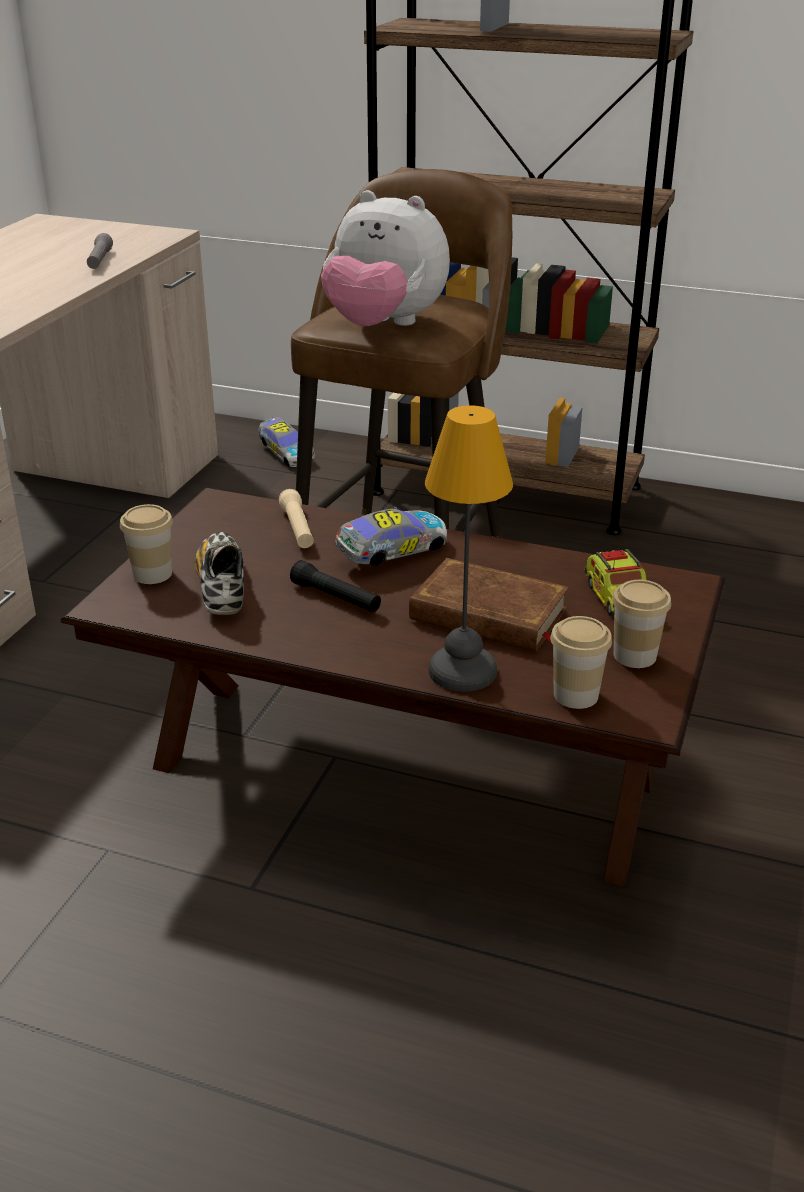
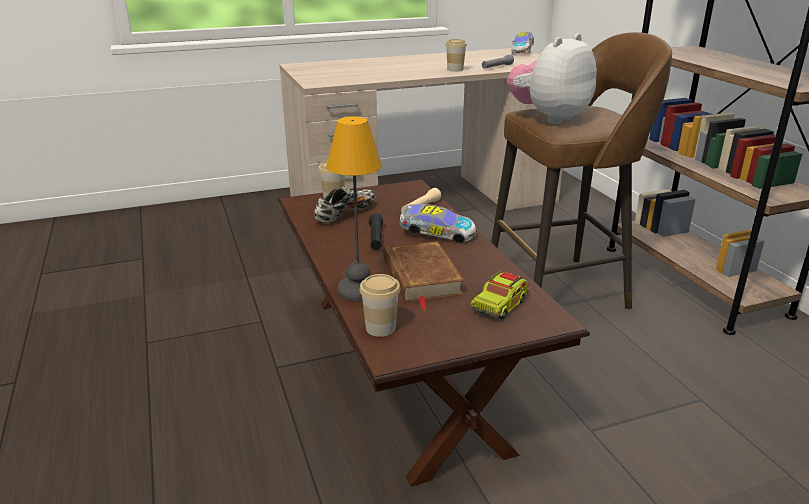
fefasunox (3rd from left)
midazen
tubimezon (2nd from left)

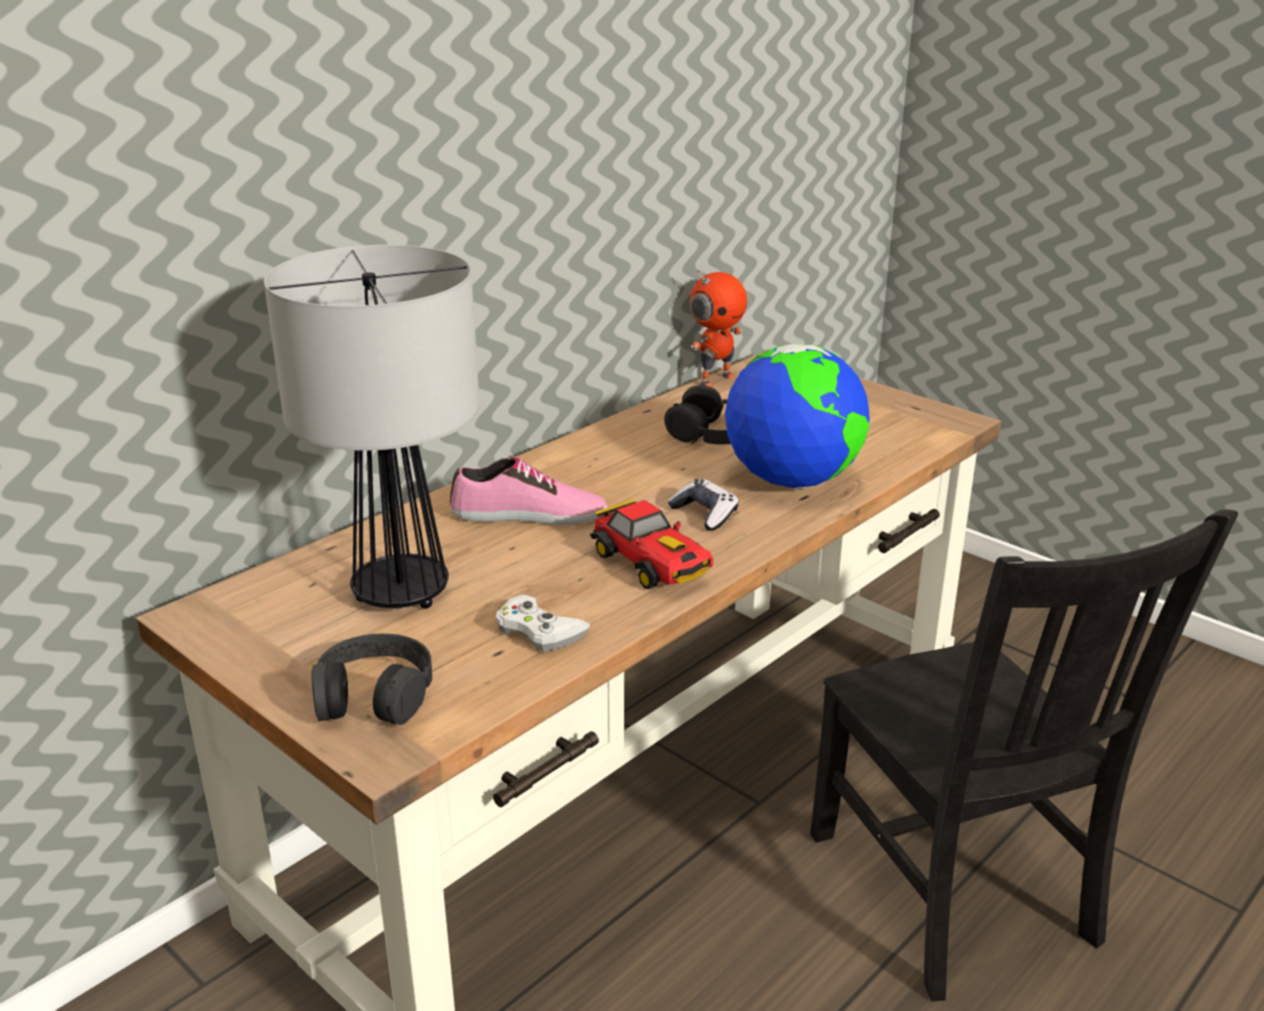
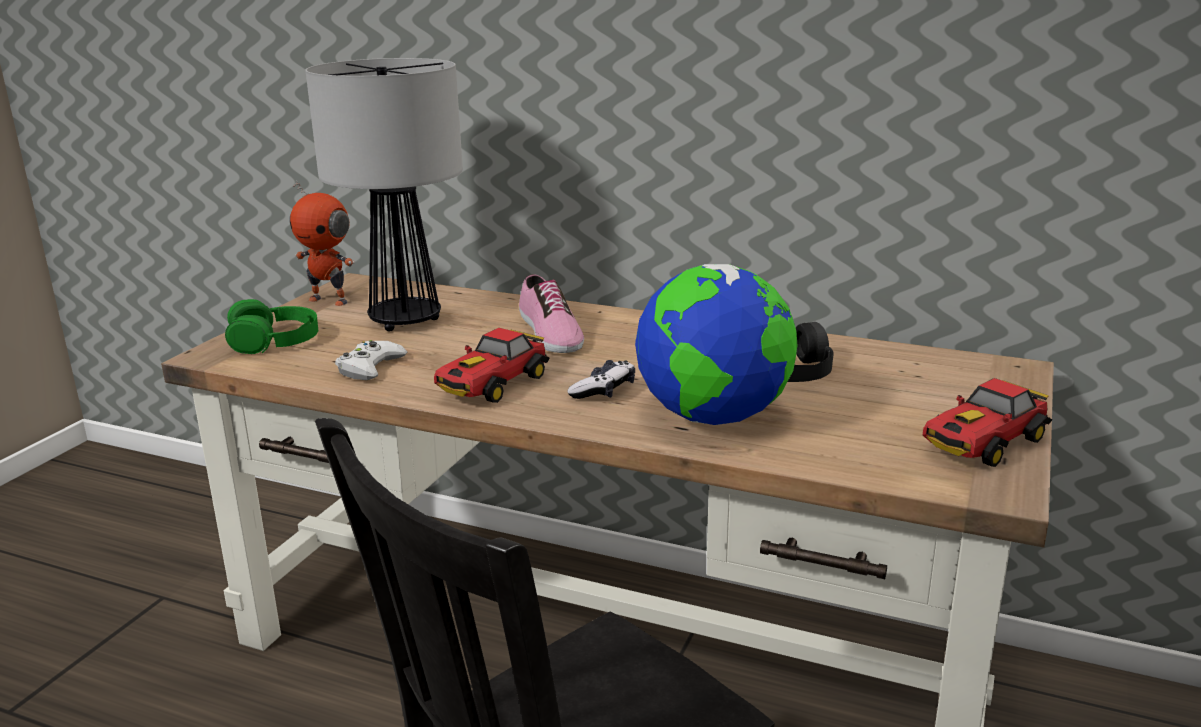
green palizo
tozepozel
tubimezon (2nd from left)

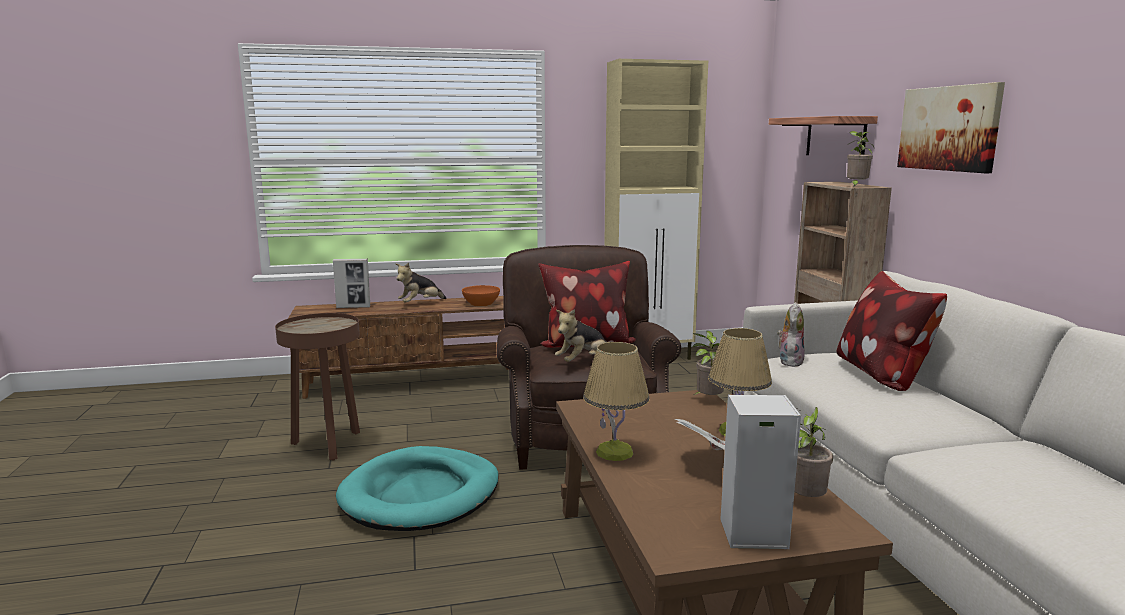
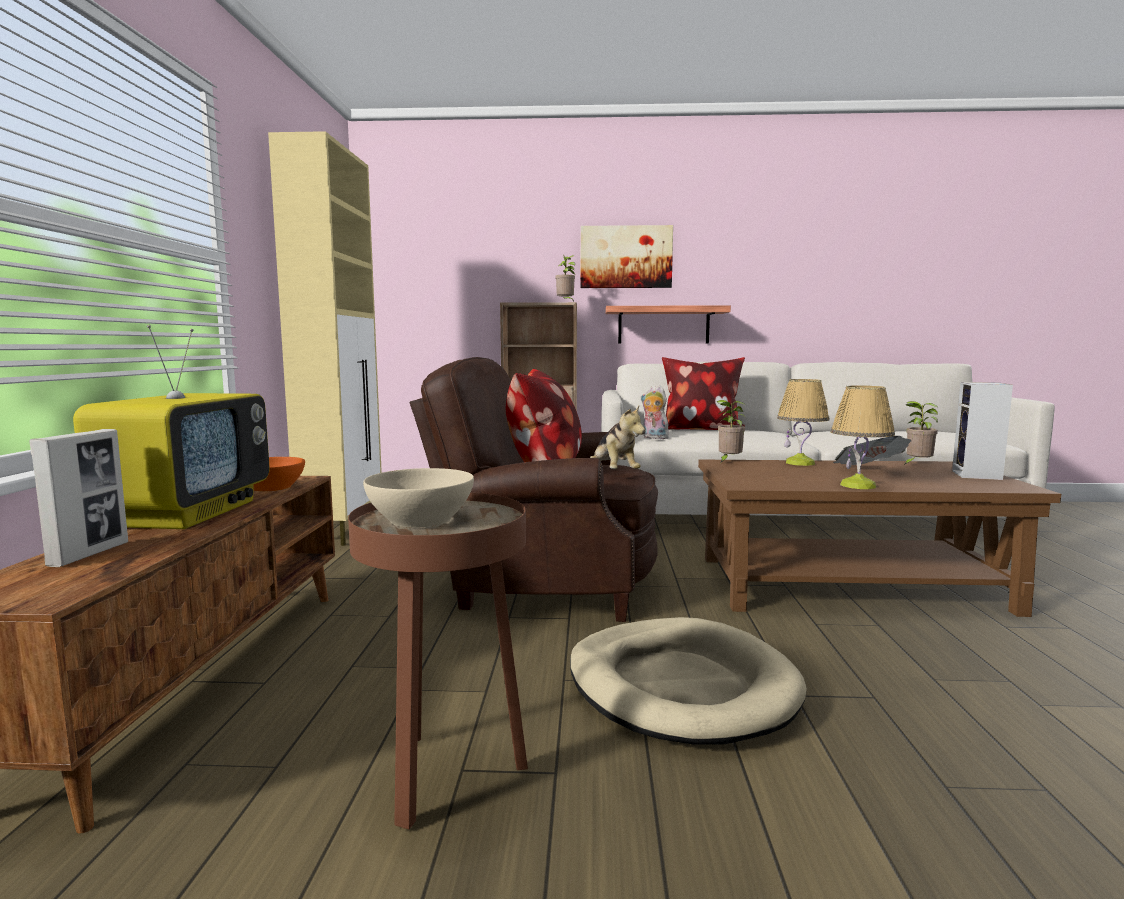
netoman
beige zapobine
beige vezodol
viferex

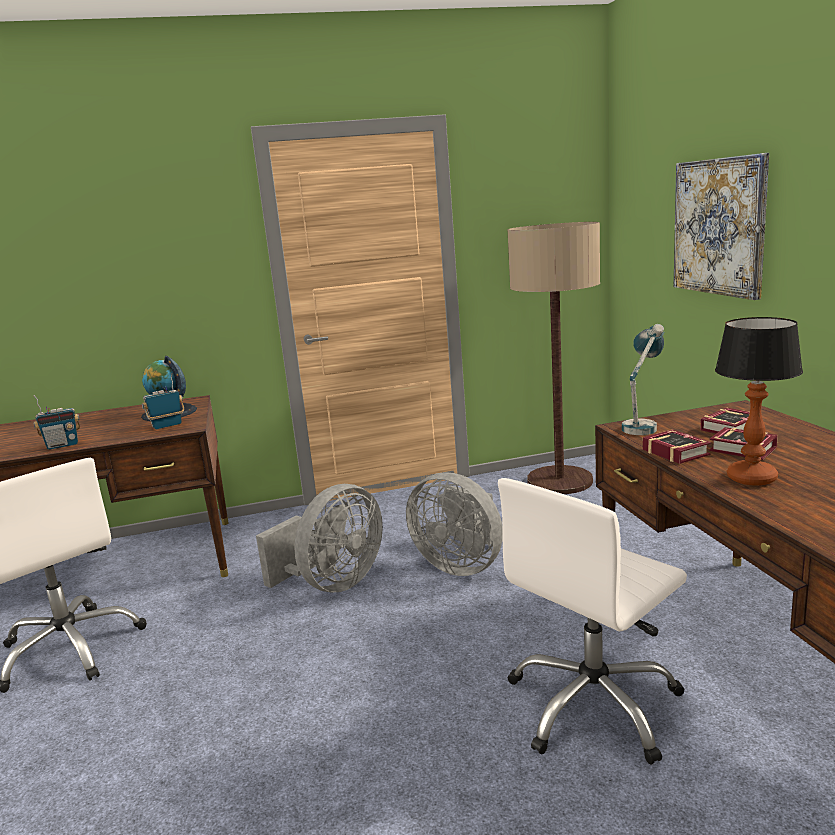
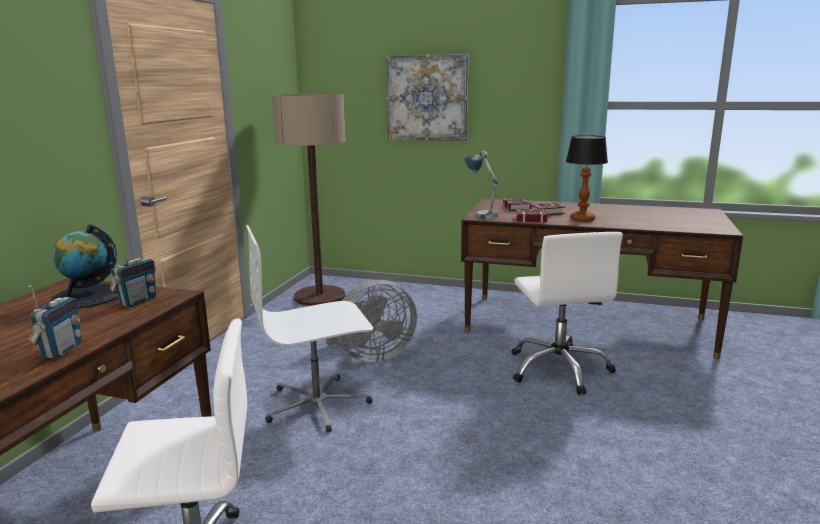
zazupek (2nd from left)
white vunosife (2nd from left)

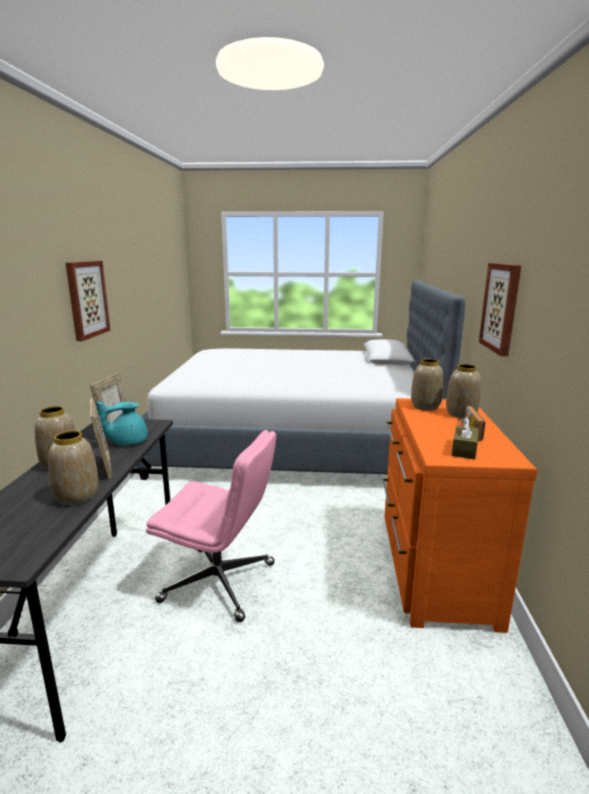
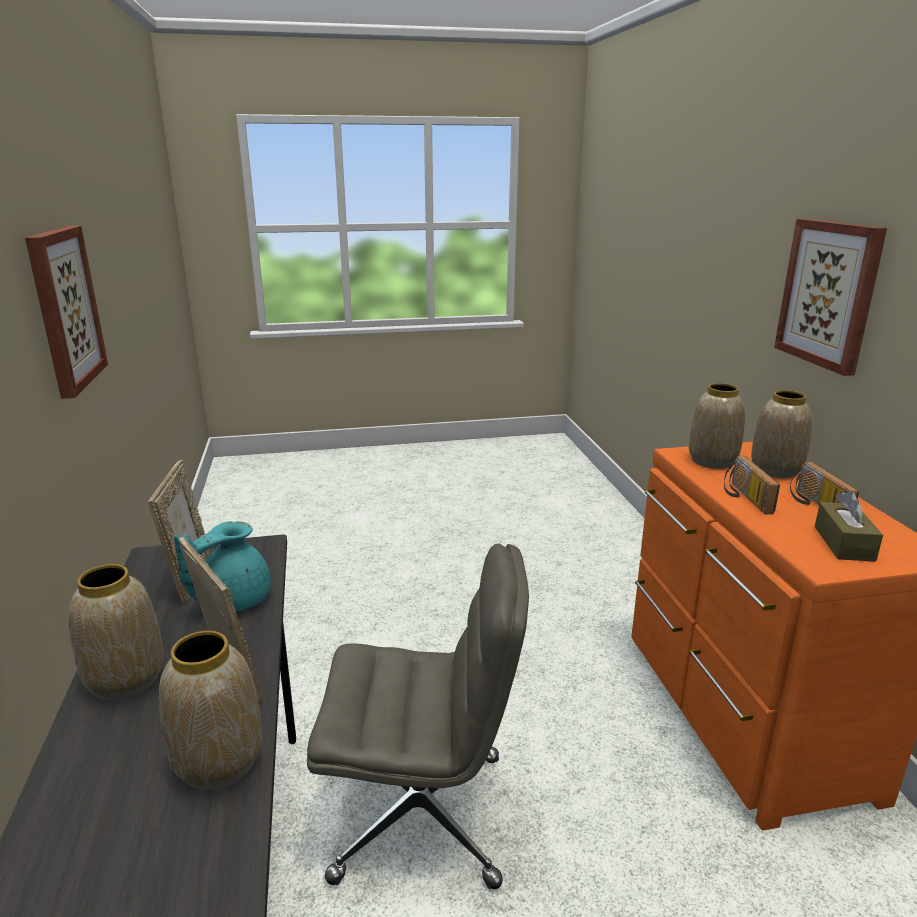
grey vunosife
zazupek (1st from left)
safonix

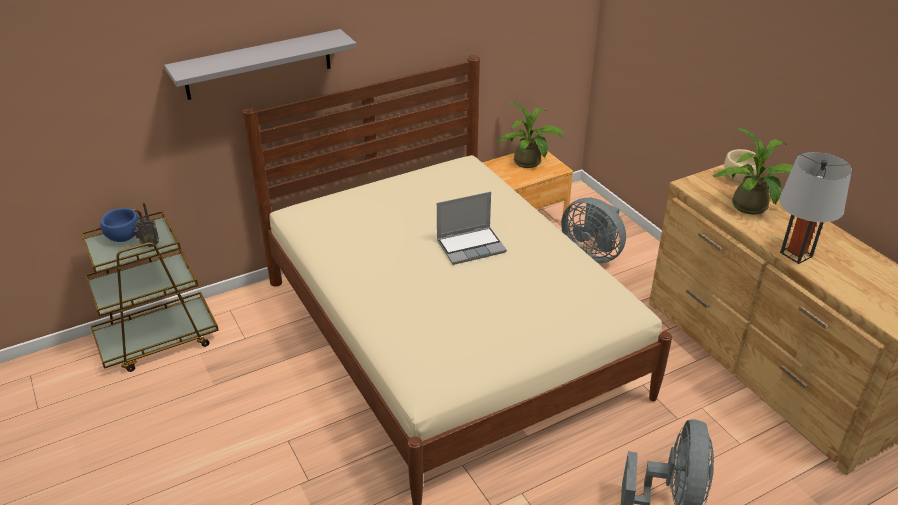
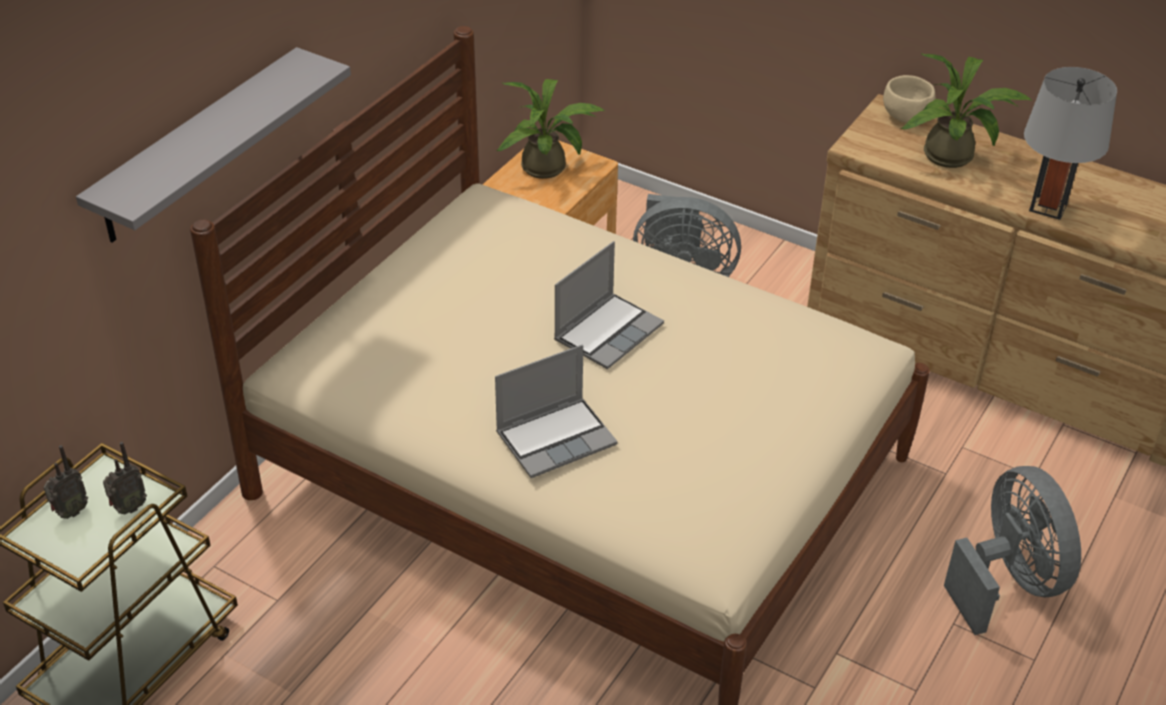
zazupek (1st from left)
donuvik (1st from left)

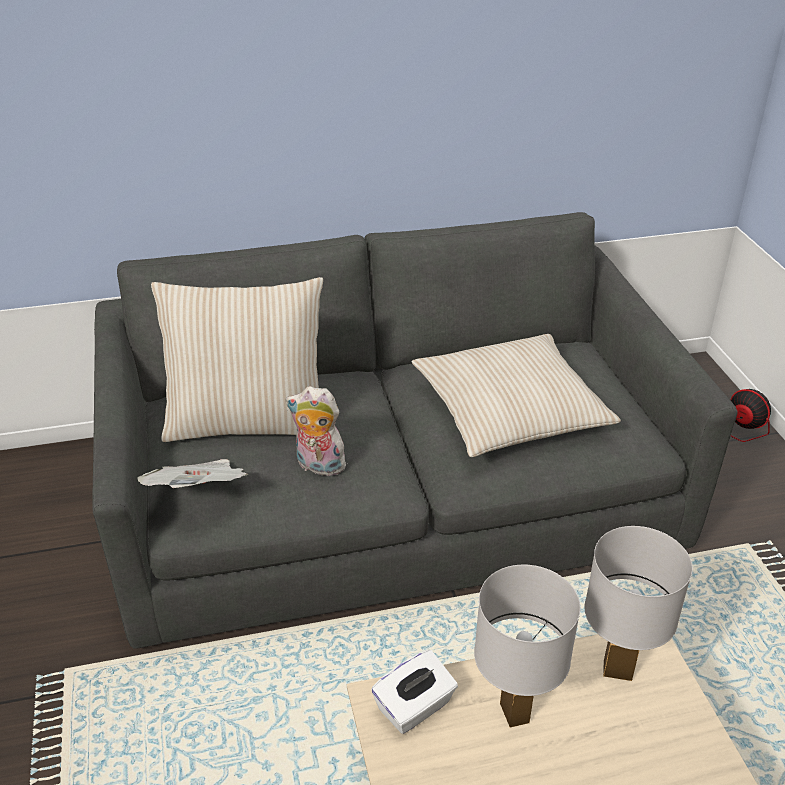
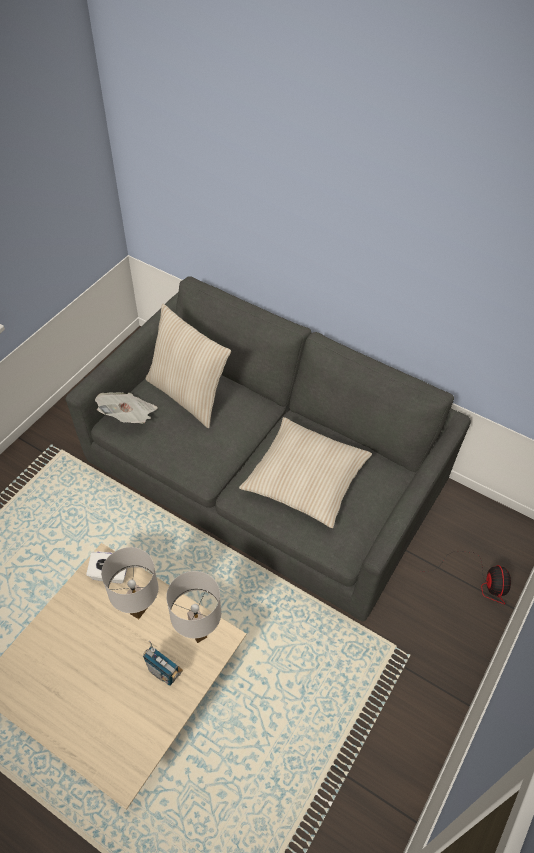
zazupek
midazen

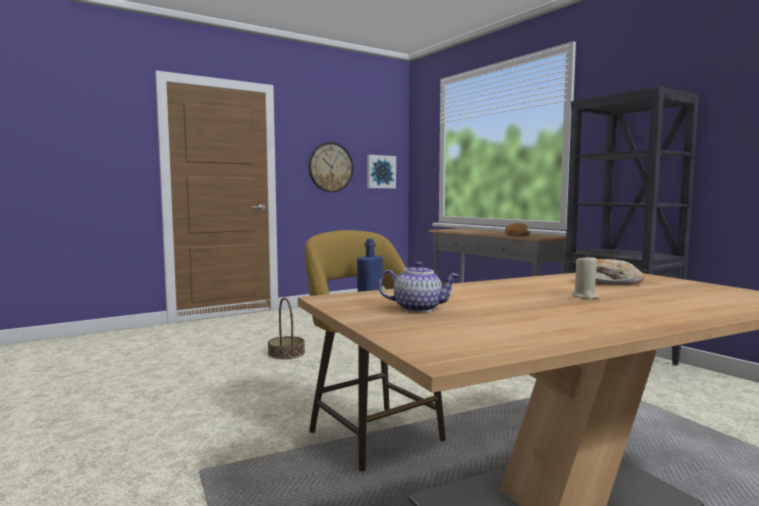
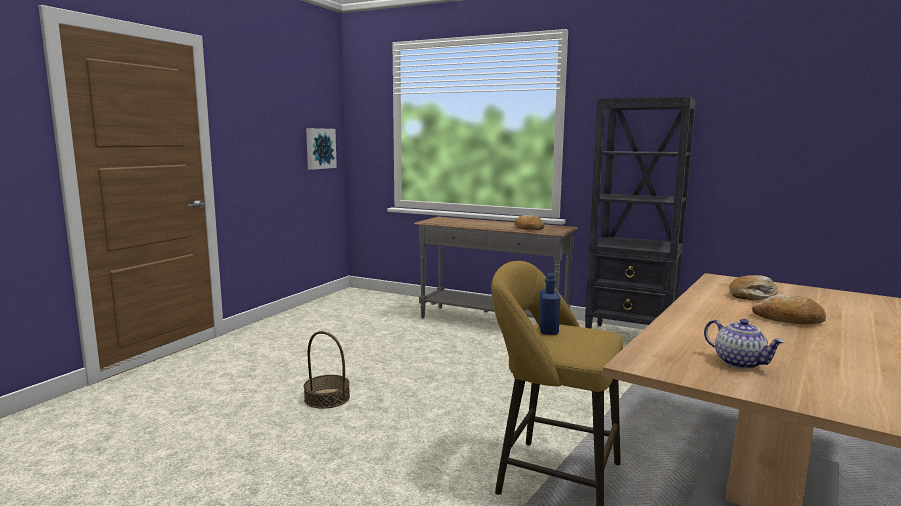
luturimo
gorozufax (3rd from left)
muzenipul

